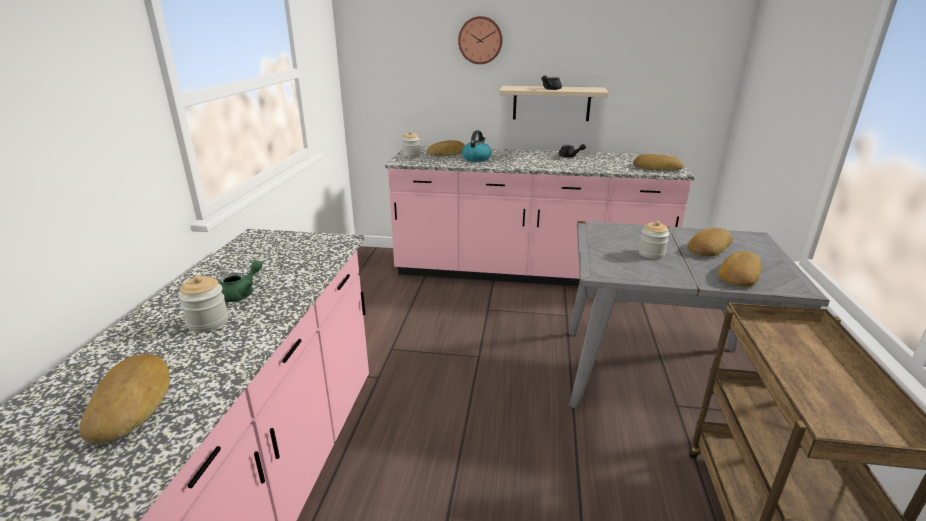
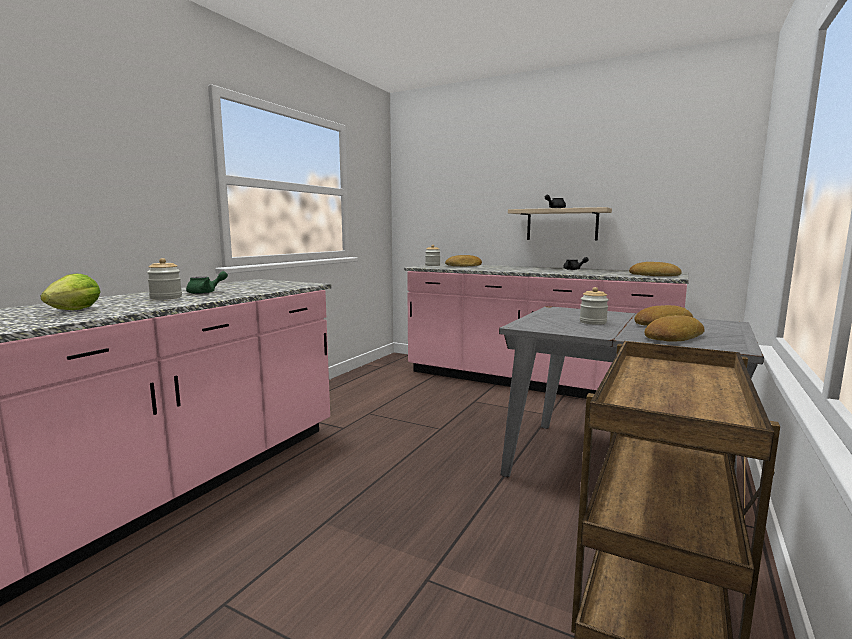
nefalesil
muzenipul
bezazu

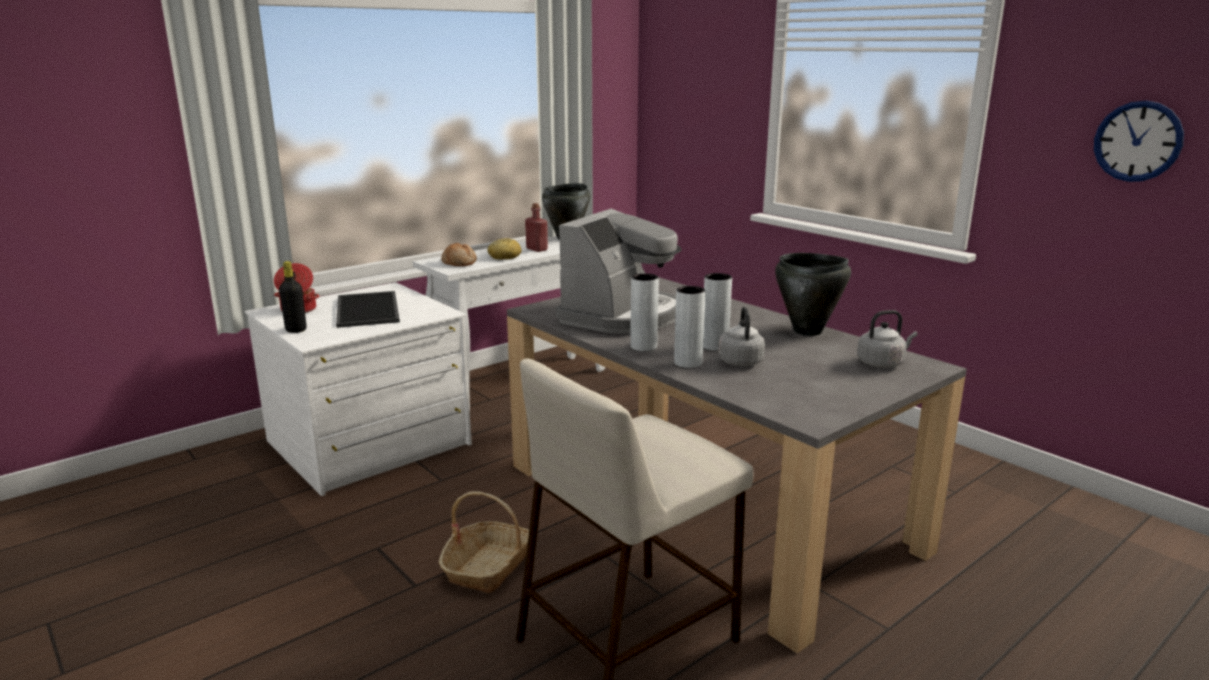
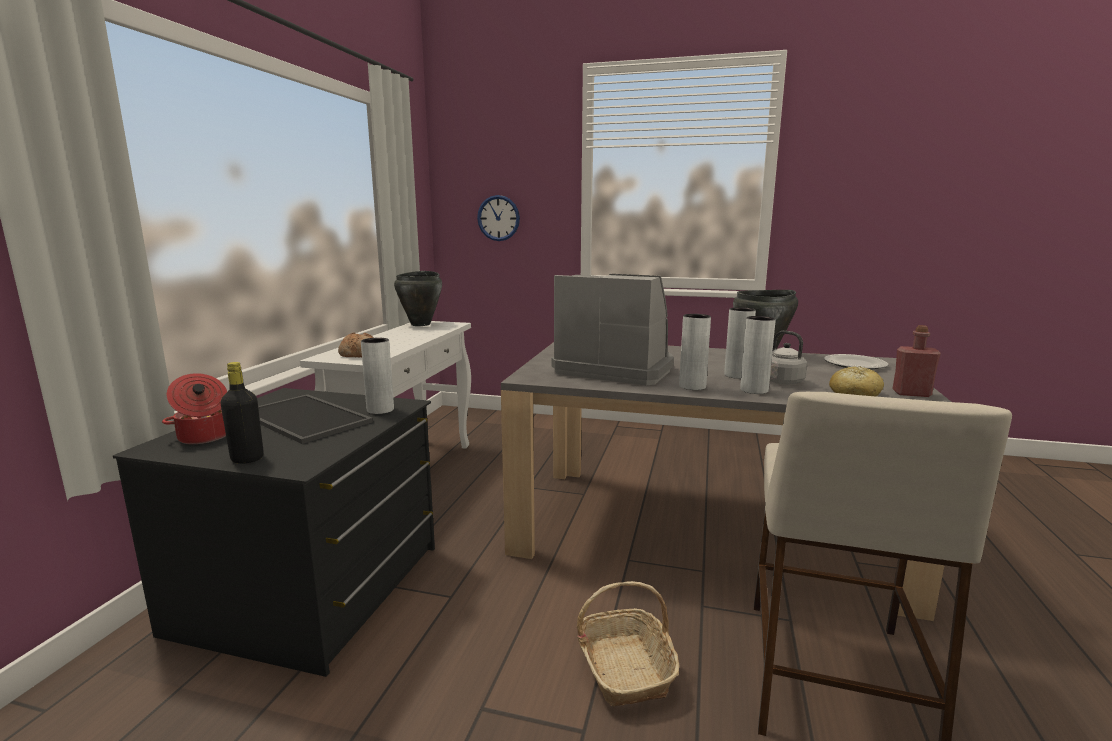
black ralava
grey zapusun (1st from left)
muzenipul
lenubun
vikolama
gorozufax (2nd from left)
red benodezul

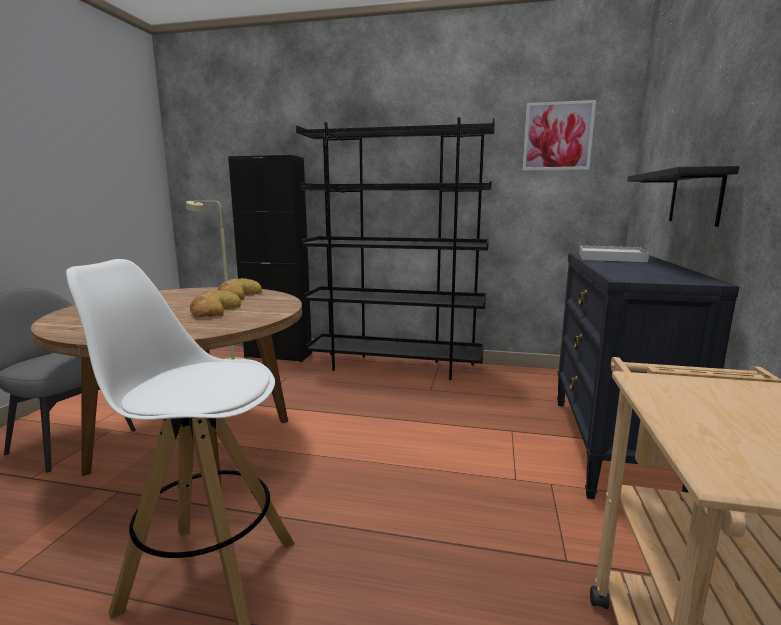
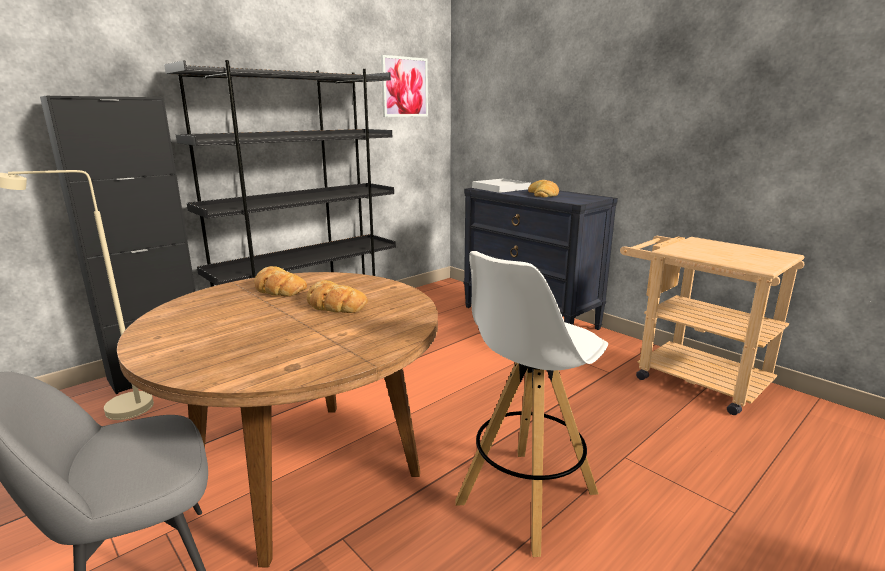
gorozufax (3rd from left)
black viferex

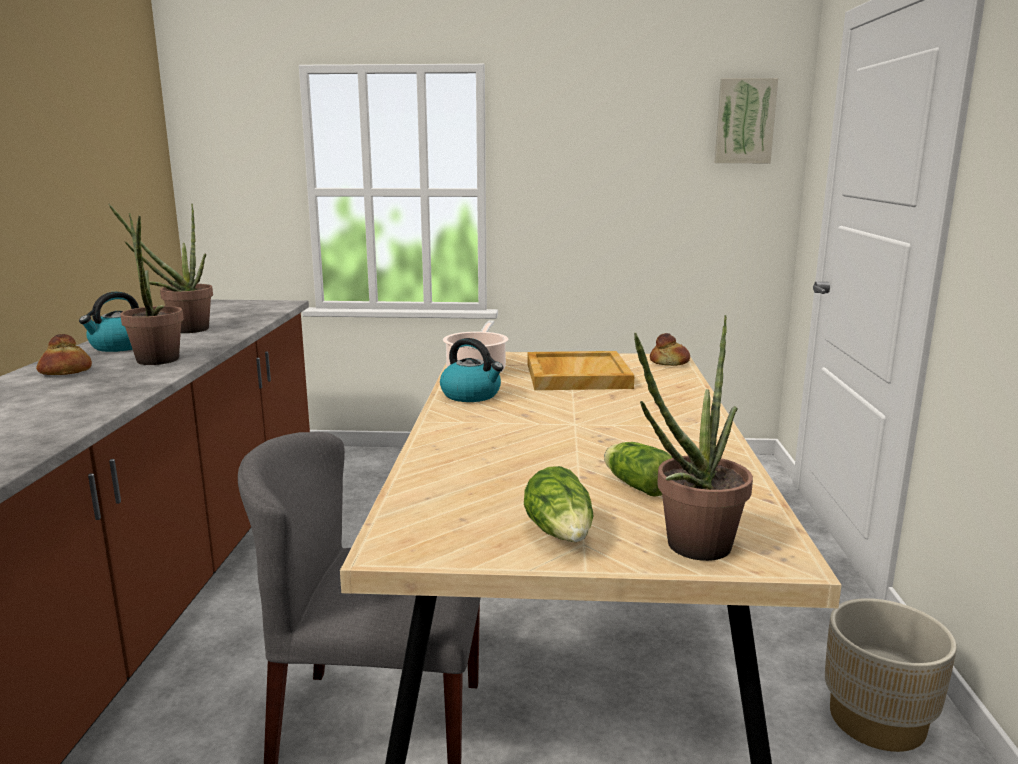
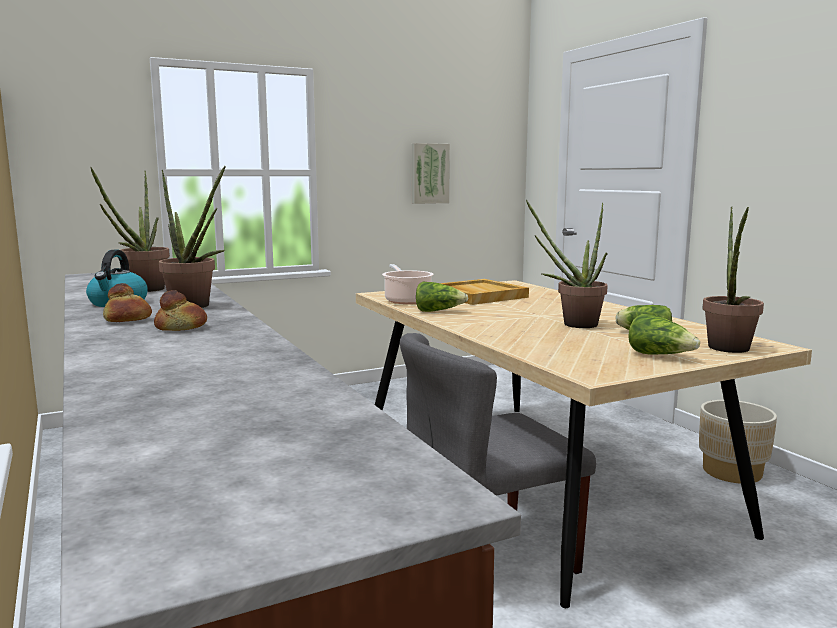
gorozufax (2nd from left)
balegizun
nefalesil (1st from left)
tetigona (3rd from left)

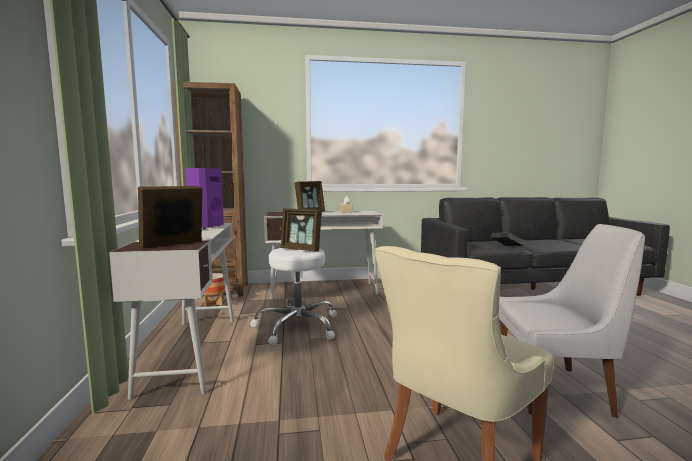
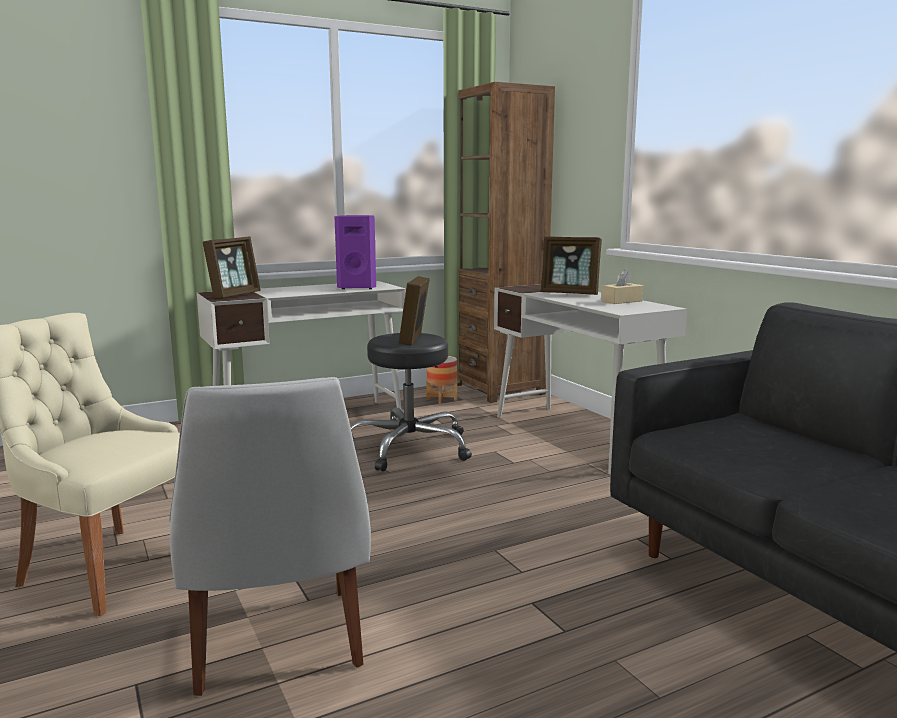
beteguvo (1st from left)
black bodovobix
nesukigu

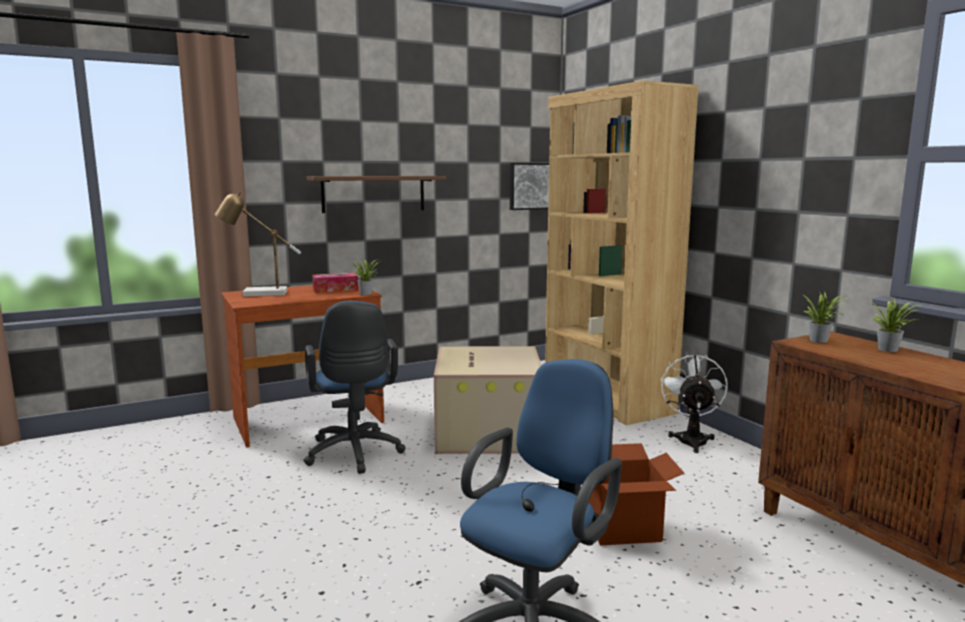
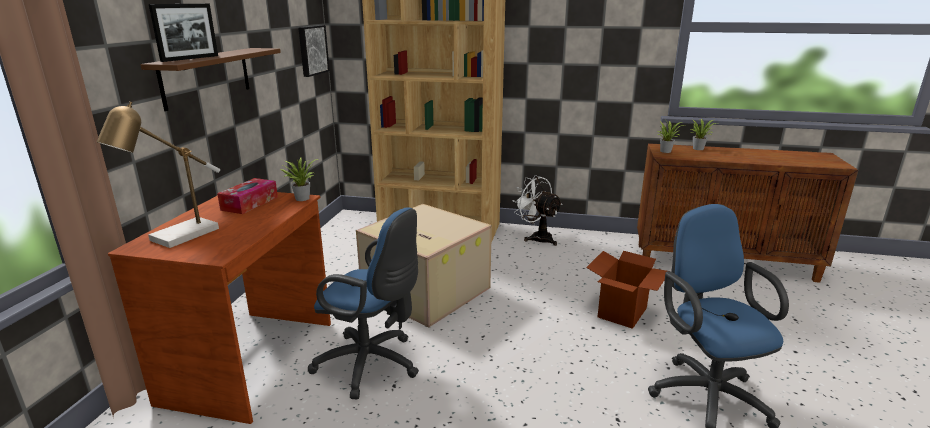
beteguvo

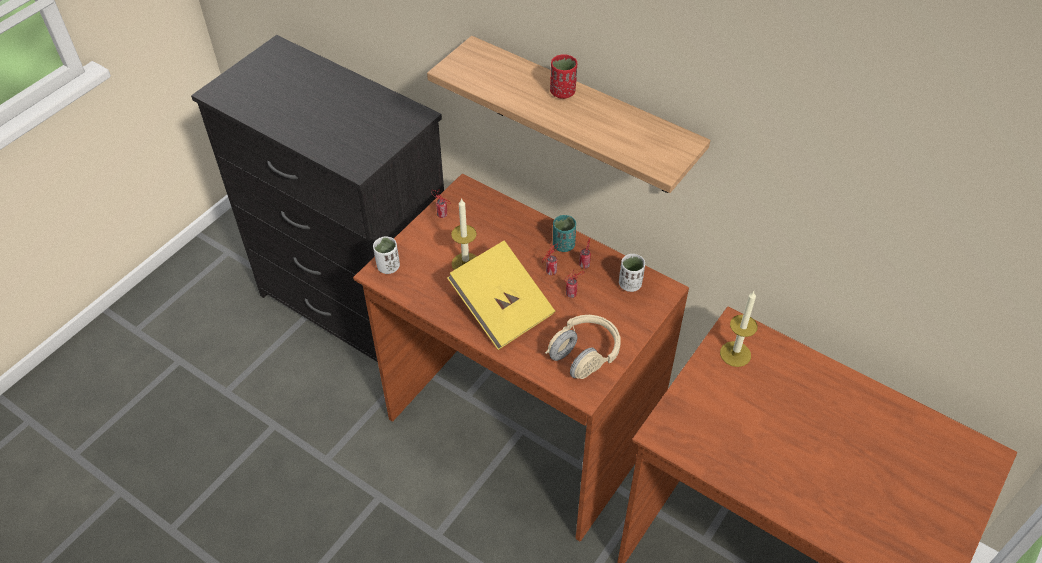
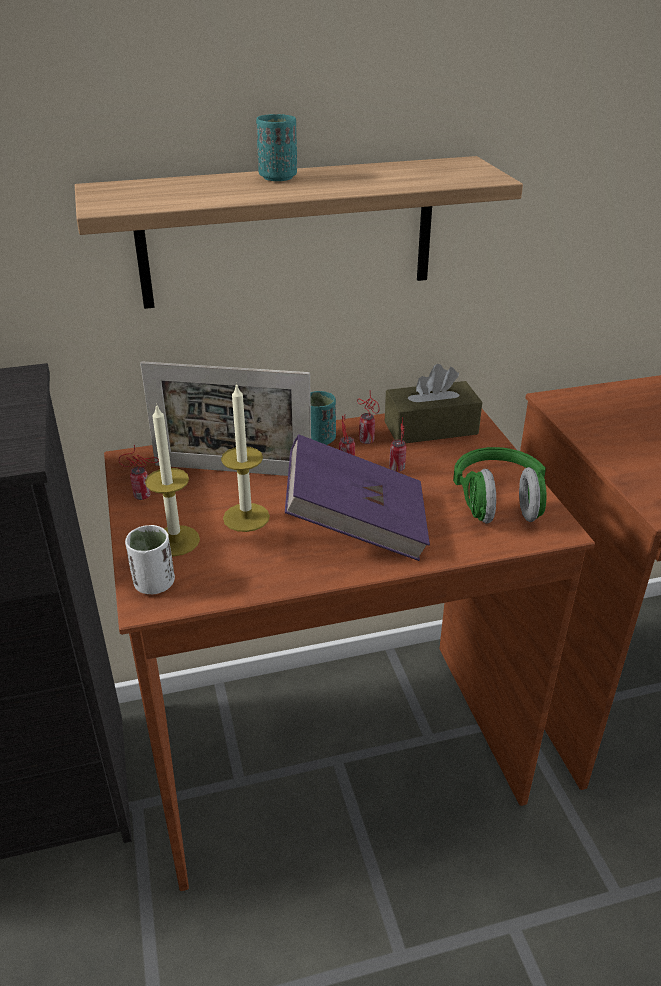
beteguvo
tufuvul (1st from left)
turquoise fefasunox (1st from left)
purple nesukigu
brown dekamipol
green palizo

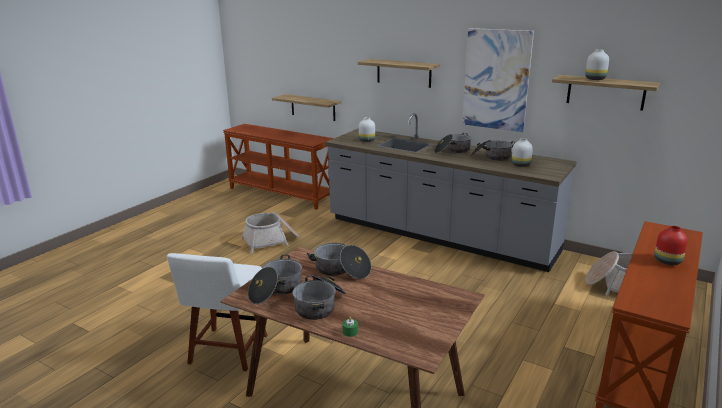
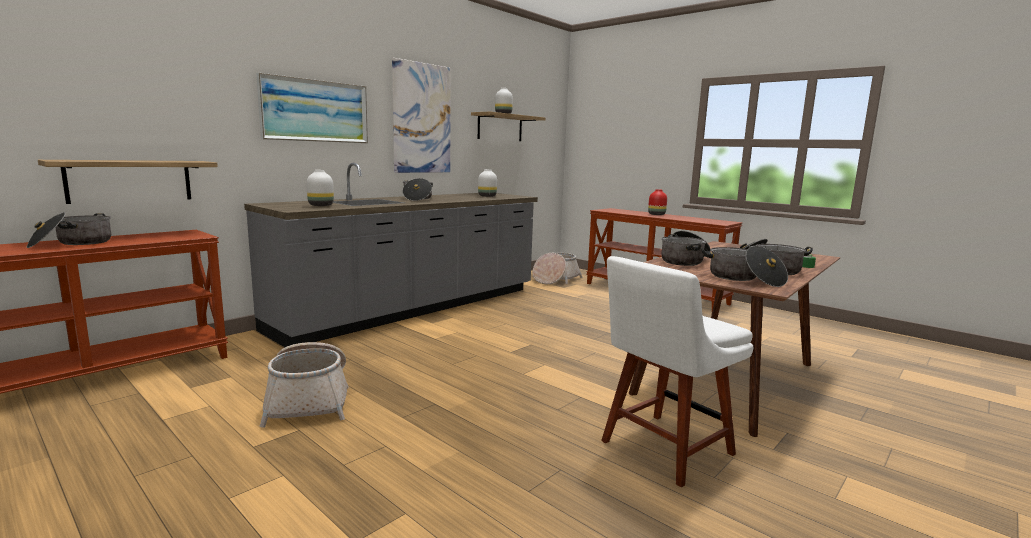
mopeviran (1st from left)
balegizun (1st from left)
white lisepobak

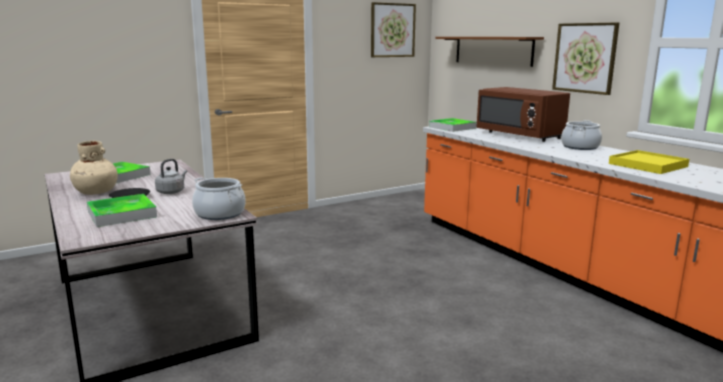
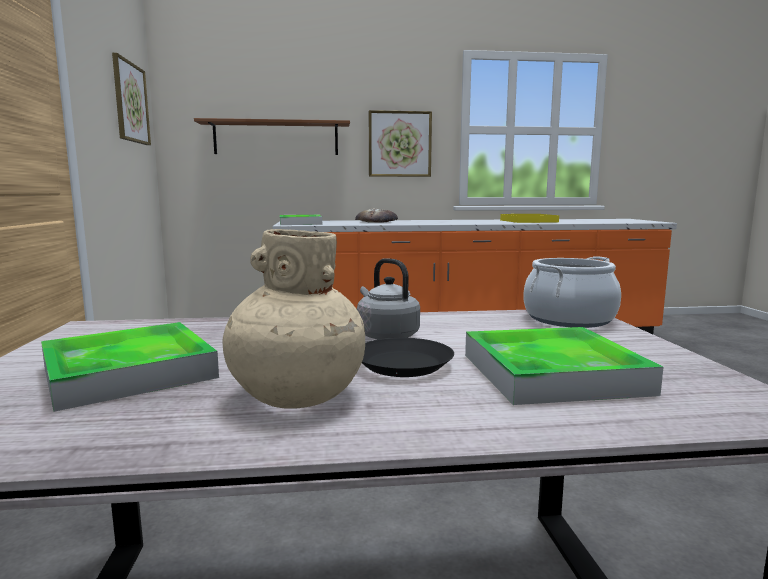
gorozufax
mopeviran (2nd from left in the first image)

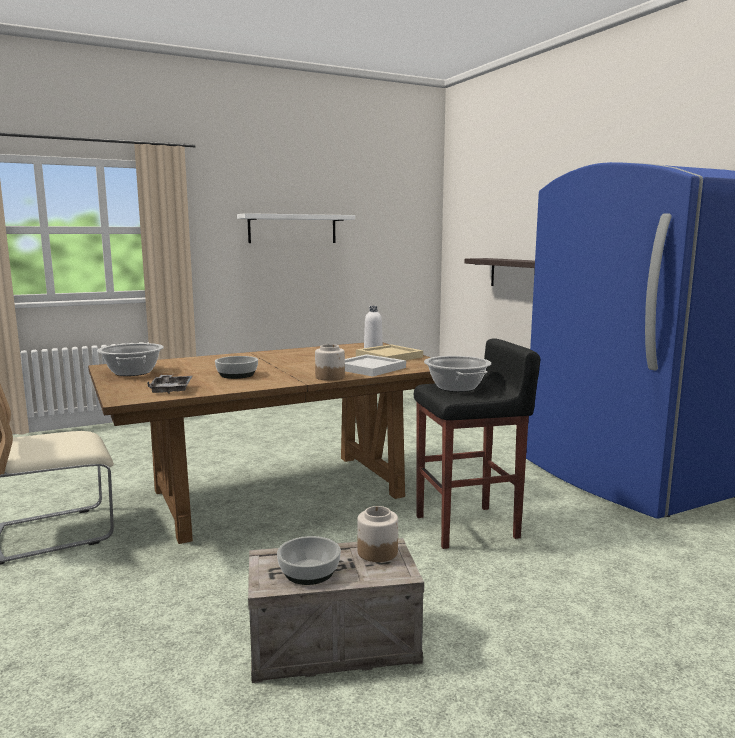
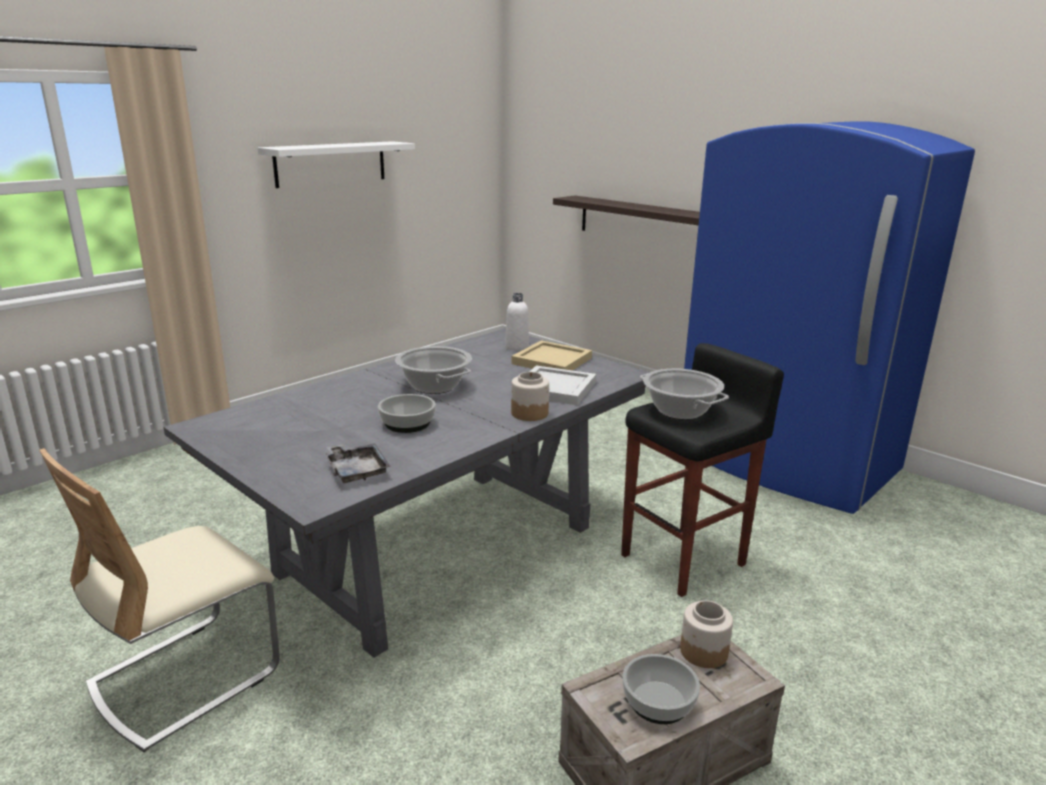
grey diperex
mopeviran (1st from left)

